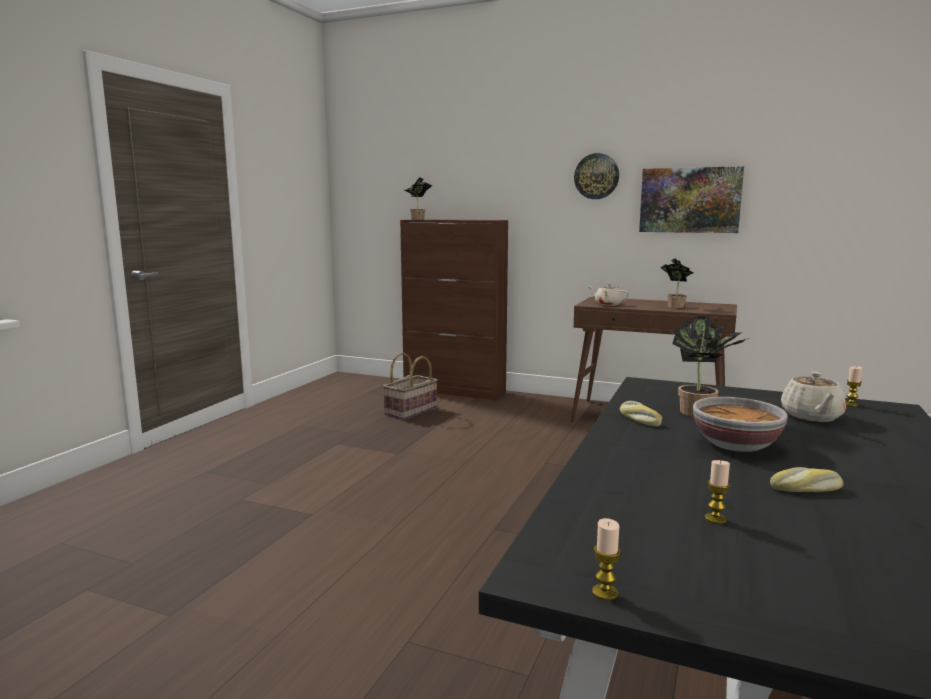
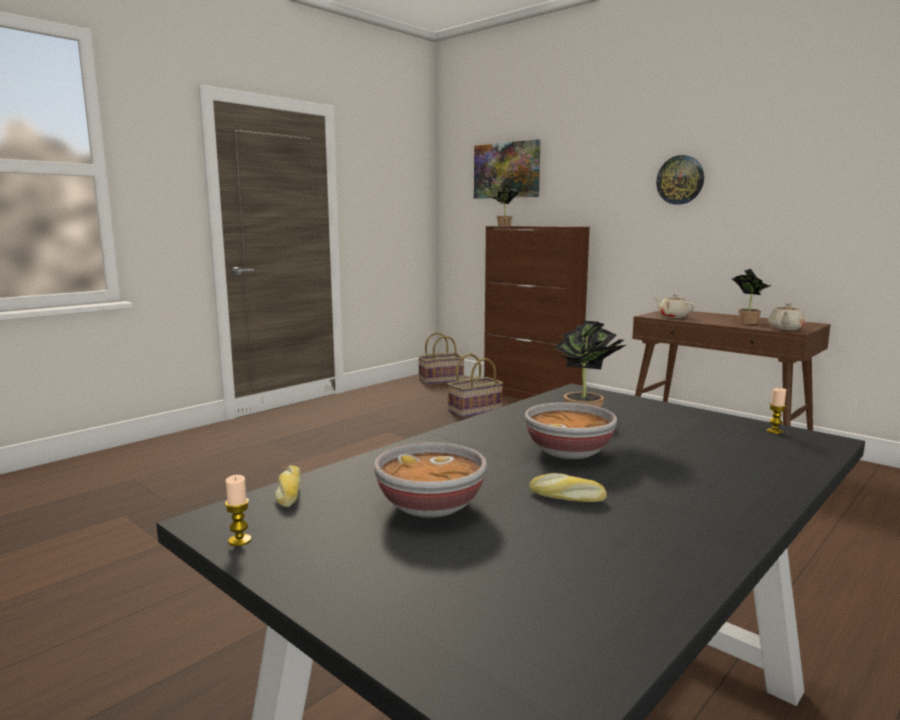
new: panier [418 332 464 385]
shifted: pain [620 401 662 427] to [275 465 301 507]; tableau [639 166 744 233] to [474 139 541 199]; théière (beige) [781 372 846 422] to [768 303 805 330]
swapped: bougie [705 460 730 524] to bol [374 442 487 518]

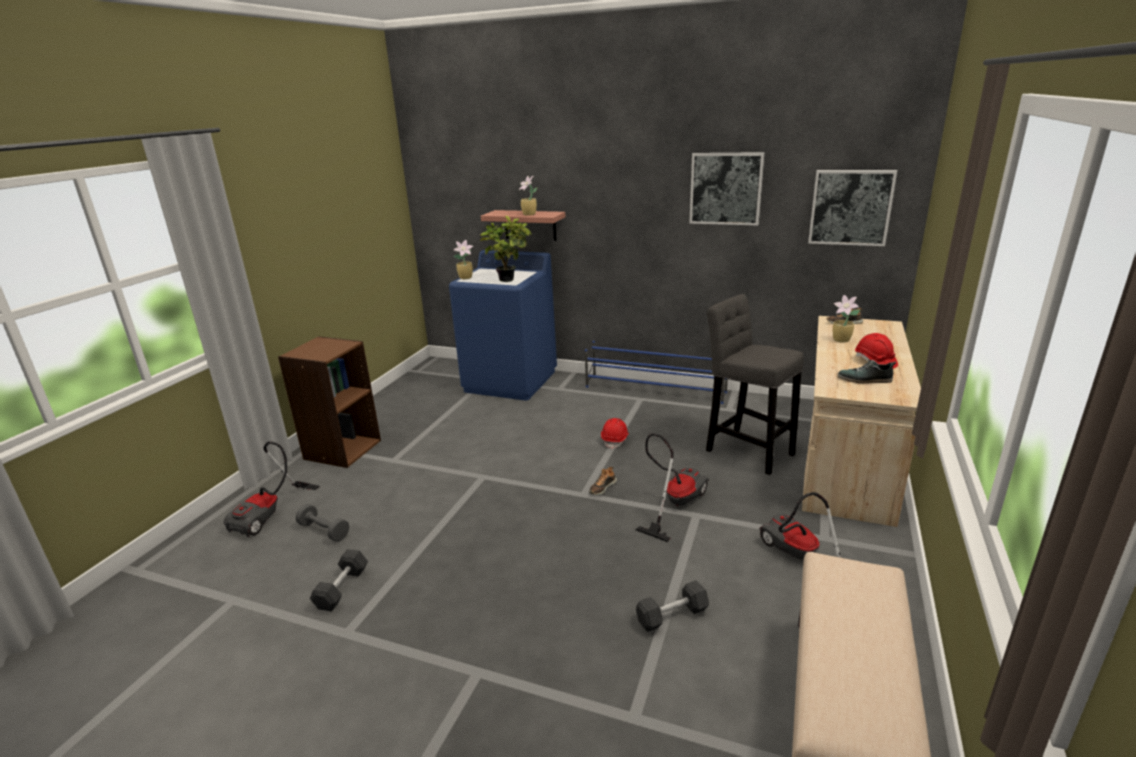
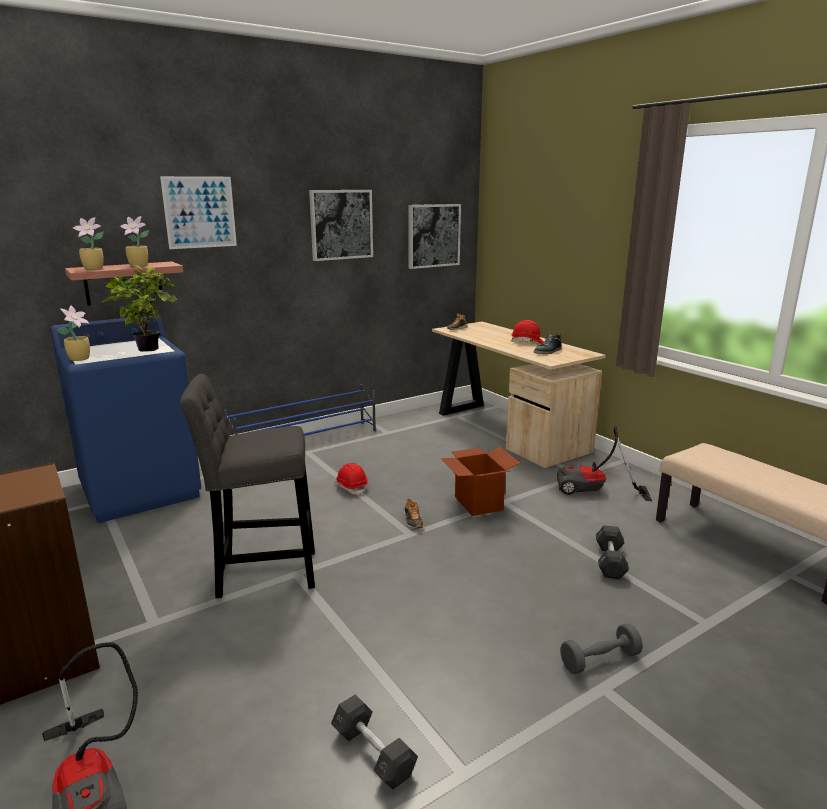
new: tableau [160 176 237 249]
shifted: haltère (gris) [296 504 349 542] to [560 623 642 674]; tabouret (gris) [706 294 804 475] to [180 373 315 598]; plante en pot [833 295 861 343] to [73 217 104 270]
swapped: aspirateur [636 433 709 542] to carton [441 447 520 516]

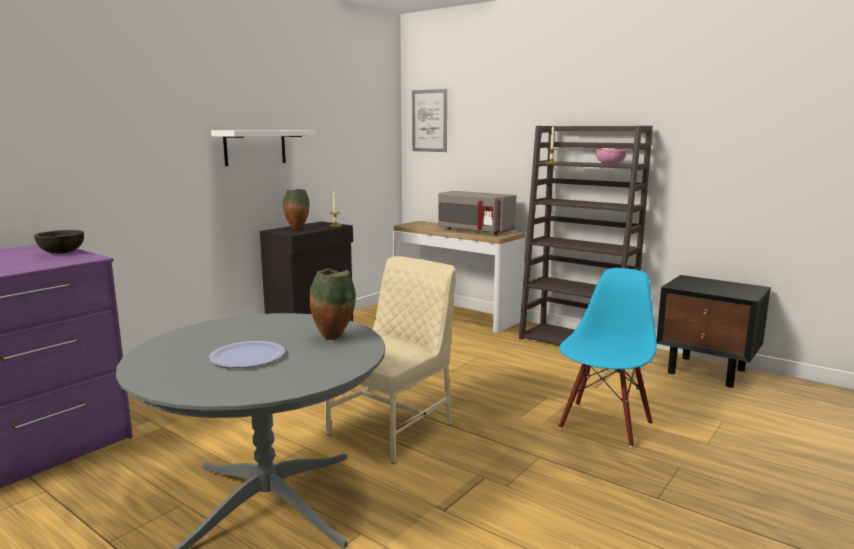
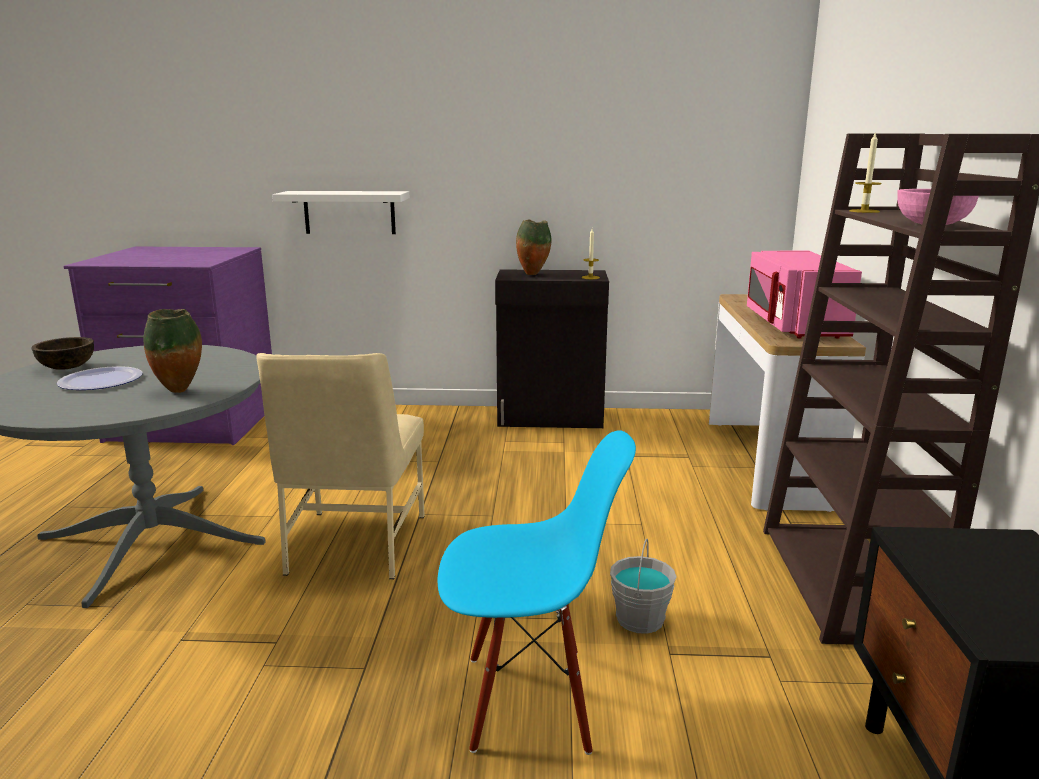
gone: tableau [412 89 447 152]
new: seau (gris) [610 539 677 634]
shifted: bol (marron) [34 230 84 254] to [31 337 94 370]; étagère (blanc) [211 130 316 166] to [272 191 410 234]
repainted: micro-ondes (gris) [438 191 516 235] to micro-ondes (rose) [747 251 862 339]
rotated: chaise (beige) [325 256 456 464] = [257 353 425 579] 90 degrees clockwise

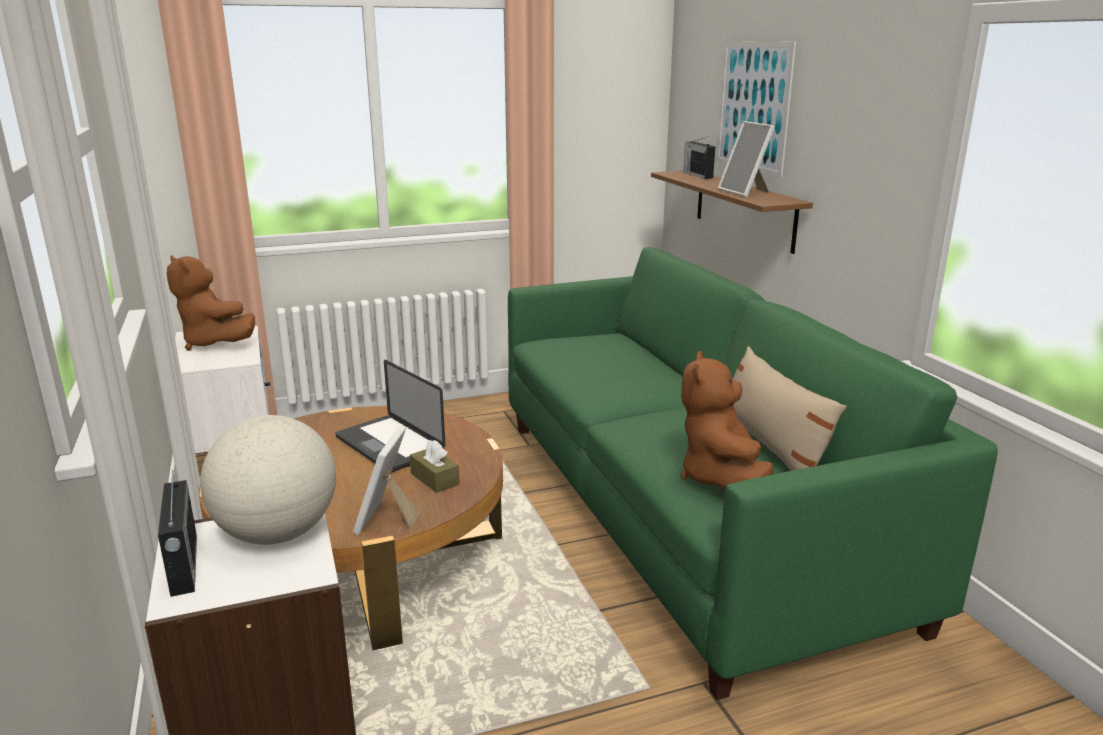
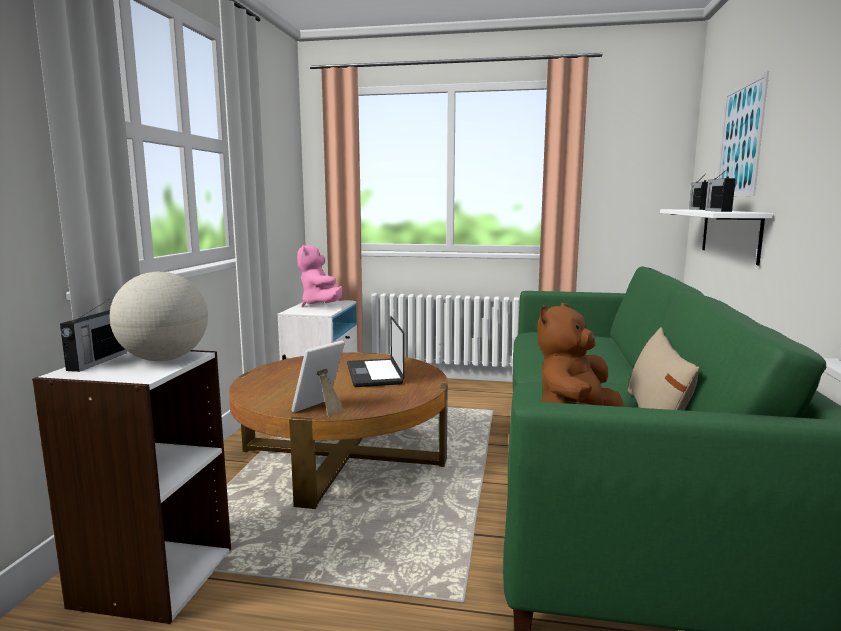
gone: boîte à mouchoirs (marron) [410 440 460 493]
swapped: cadre photo [718 121 775 197] to radio [705 170 736 212]
repainted: peluche (marron) [167 255 255 351] to peluche (rose) [297 245 343 306]; étagère (marron) [651 171 813 254] to étagère (blanc) [660 209 774 265]

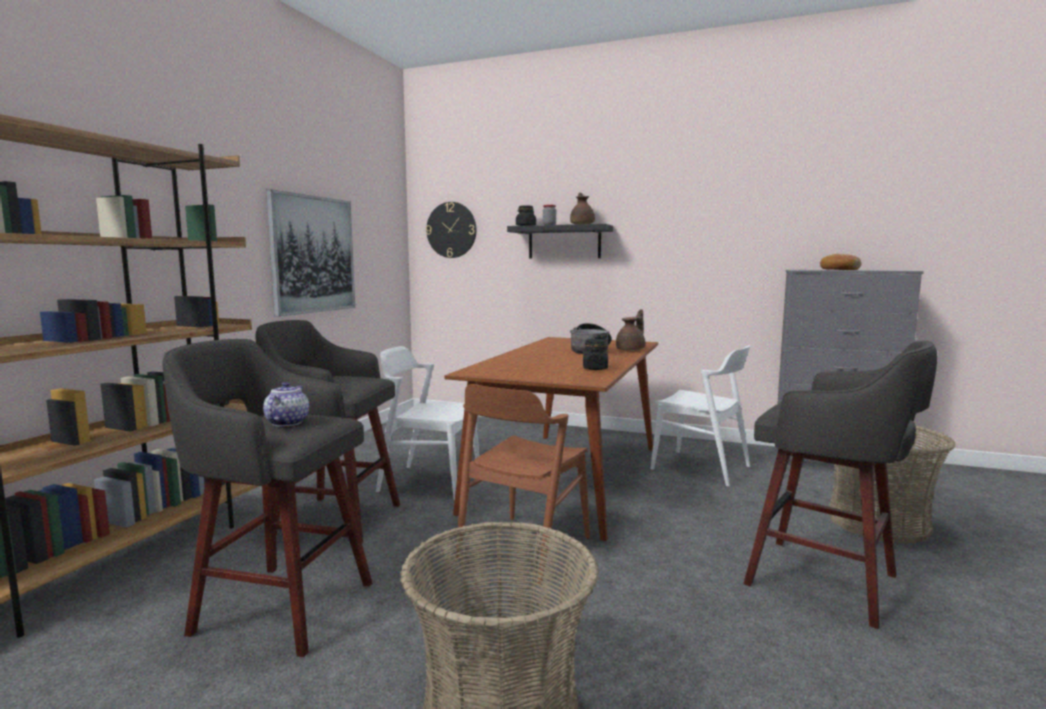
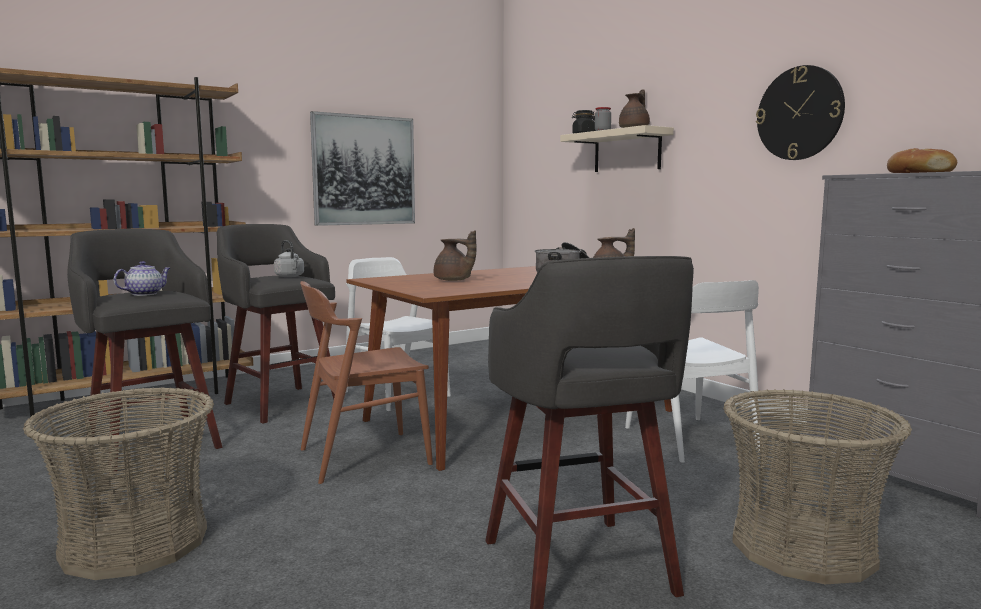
gone: bocal (noir) [583 339 608 370]
new: bouilloire (gris) [274 240 304 277]; théière (marron) [434 230 476 281]
shifted: horloge murale [426 202 477 258] to [756 65 845 160]
repainted: étagère (noir) [507 224 613 258] to étagère (beige) [560 125 674 172]

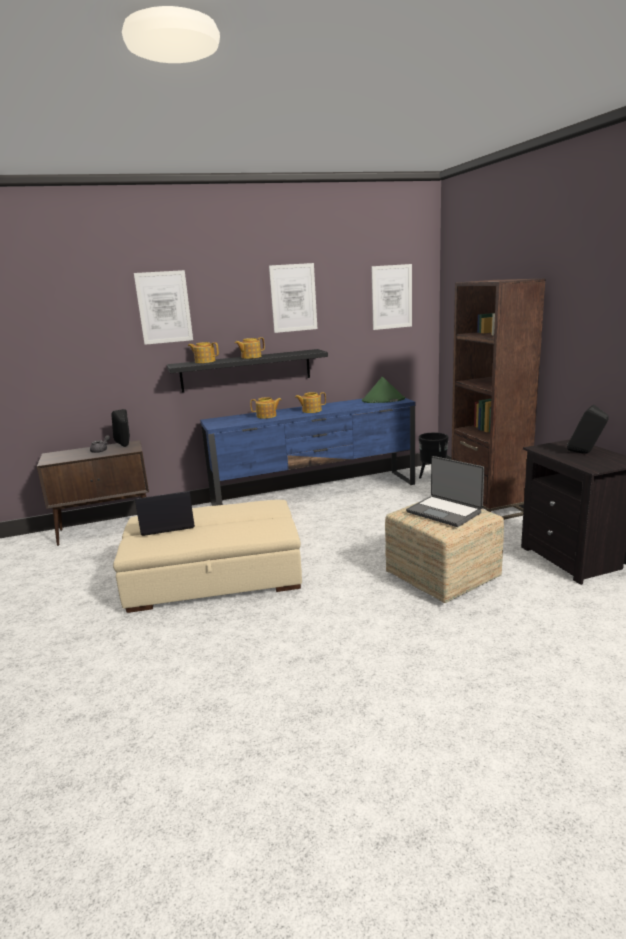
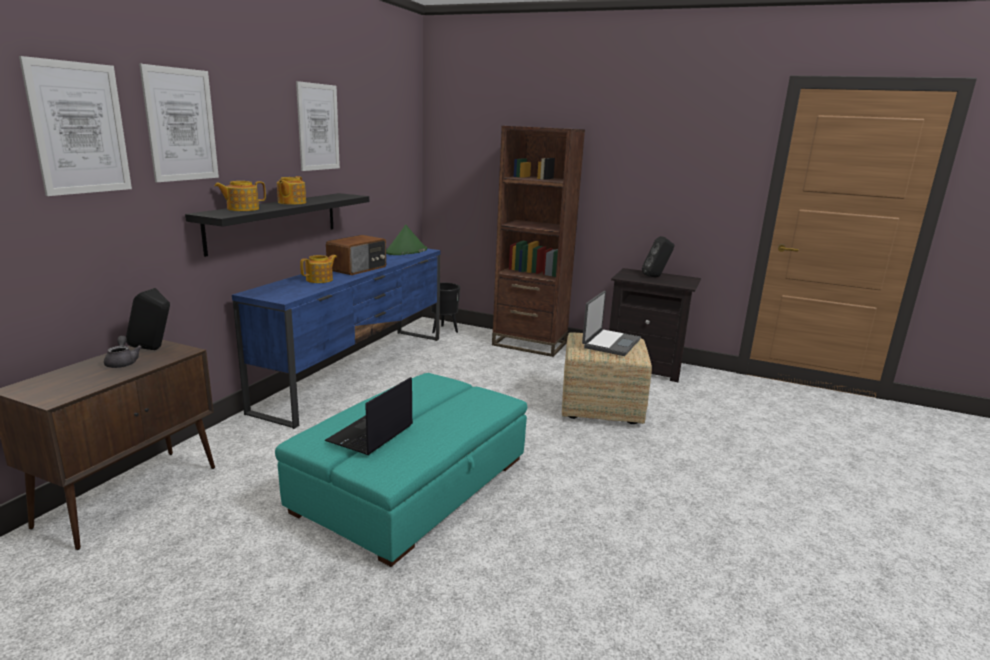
shifted: tableau [371 264 412 330] to [19 56 132 196]
swapped: théière [295 392 326 413] to radio [326 235 386 275]
repainted: pouf (beige) [113 500 302 613] to pouf (turquoise) [275 373 527 567]
rotated: ordinateur portable [406 456 484 527] = [582 291 641 356] 60 degrees counterclockwise

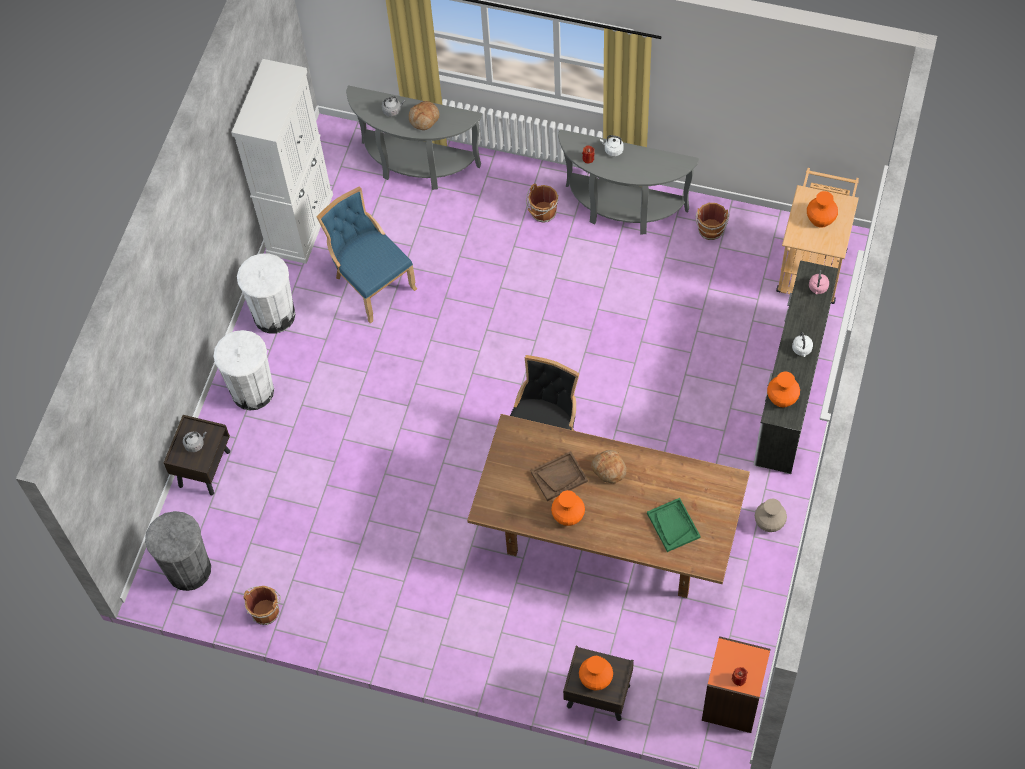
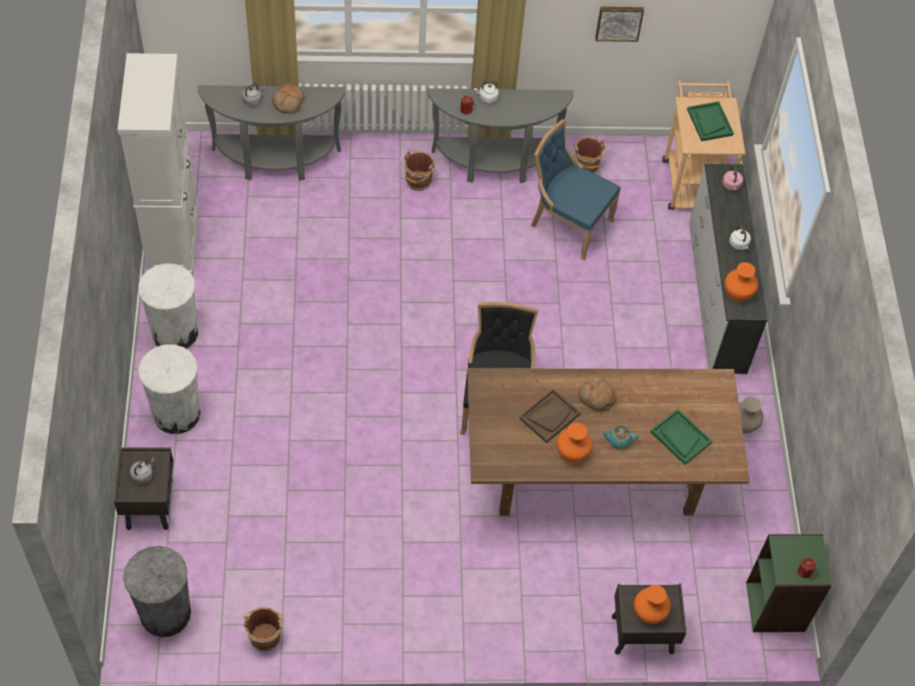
new: tableau [595 7 644 42]; théière (turquoise) [601 426 639 449]
shifted: chaise (bleu) [317 186 417 323] to [531 119 620 261]
swapped: vase (orange) [807 191 838 228] to plateau (vert) [687 101 734 141]
repainted: bibliothèque (orange) [702 636 771 733] to bibliothèque (vert) [746 534 832 632]

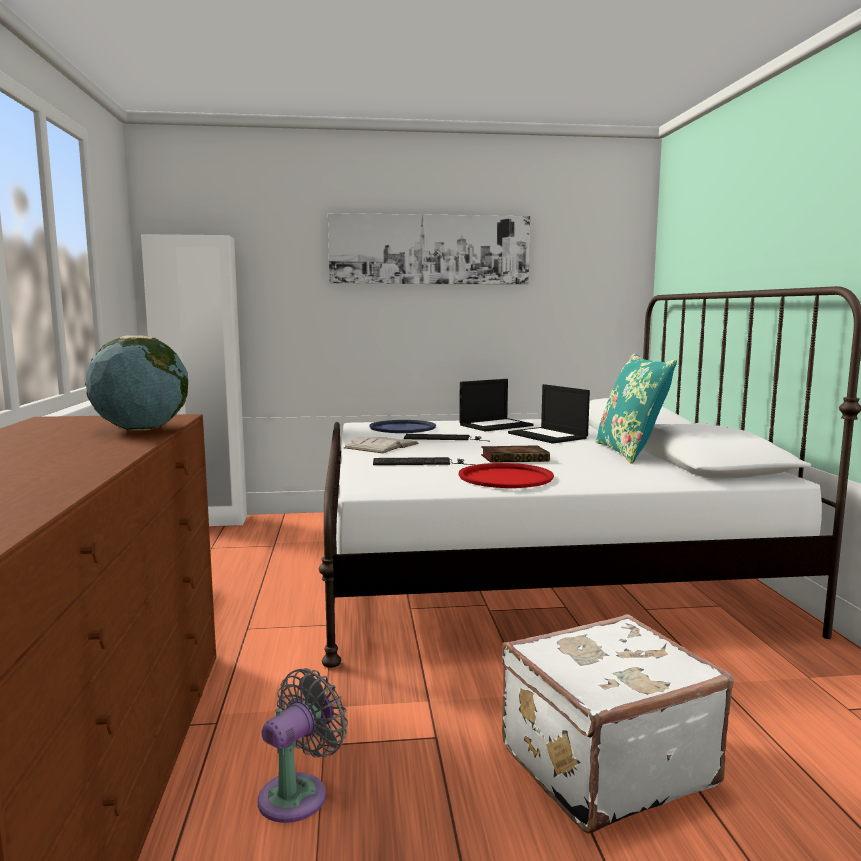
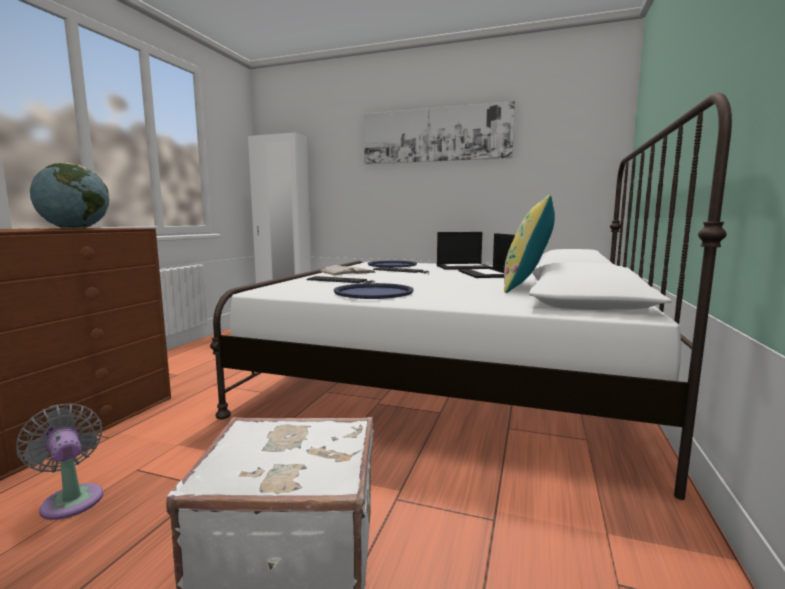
gone: livre [481 445 550 463]
repainted: plateau (rouge) [459 463 554 488] to plateau (bleu) [334 283 413 299]; coussin (turquoise) [596 353 677 464] to coussin (jaune) [504 195 555 293]
rotated: ventilateur (gris) [258 668 348 823] = [16 403 103 520] 105 degrees counterclockwise

